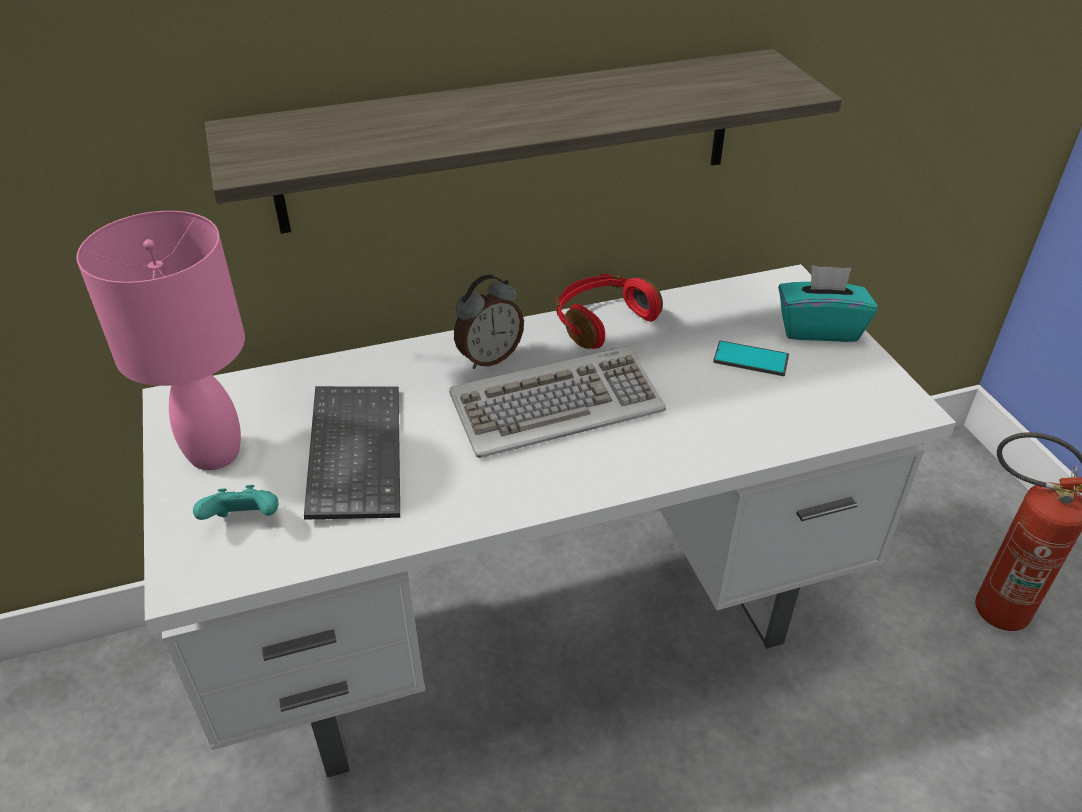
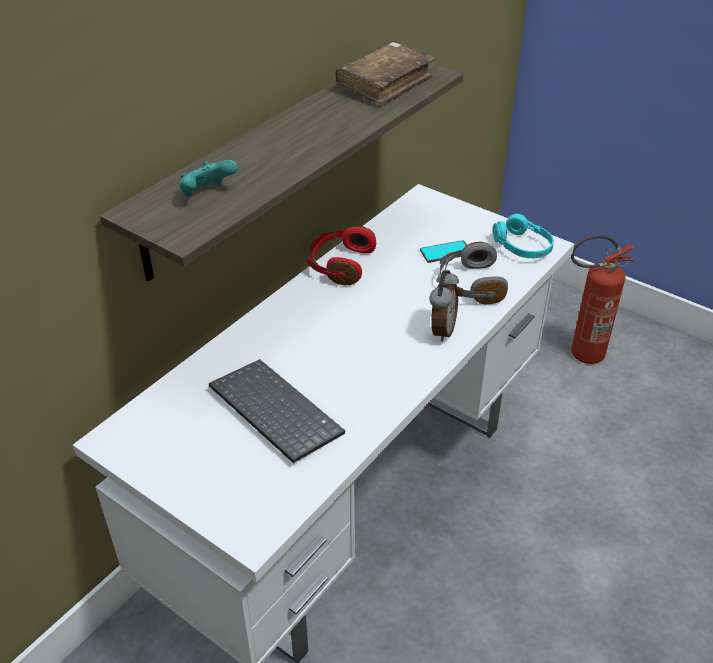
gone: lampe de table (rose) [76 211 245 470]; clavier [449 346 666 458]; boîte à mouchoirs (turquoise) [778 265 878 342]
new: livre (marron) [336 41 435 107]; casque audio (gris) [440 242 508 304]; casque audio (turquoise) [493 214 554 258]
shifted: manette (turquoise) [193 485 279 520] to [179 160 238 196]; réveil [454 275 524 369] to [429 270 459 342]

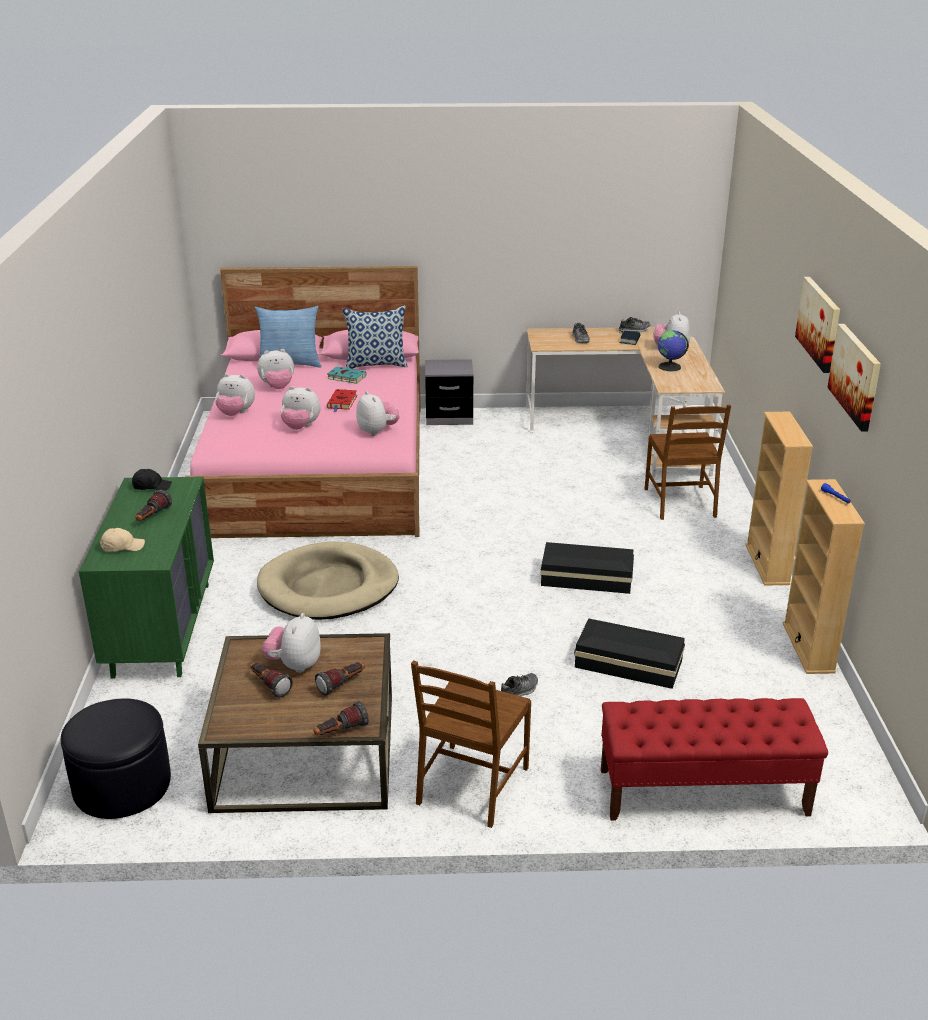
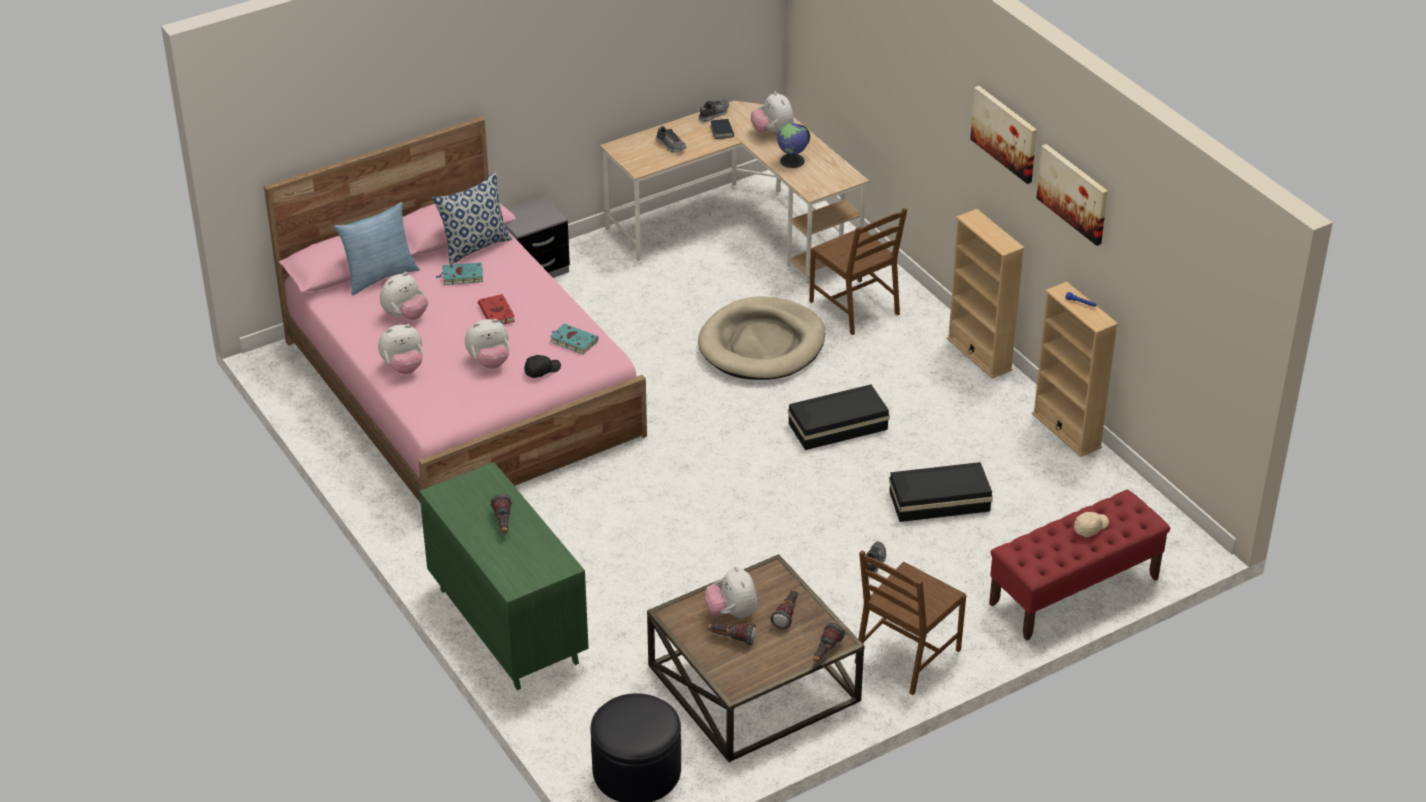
shifted: casquette (beige) [100 528 145 552] to [1074 512 1109 537]; casquette (noir) [132 469 172 491] to [524 355 561 378]; panier pour chien (beige) [257 542 399 620] to [698 296 825 380]
swapped: peluche [356 391 399 436] to livre (turquoise) [550 323 598 355]
rotated: chaise (marron) [411 661 531 828] = [855 551 966 695] 45 degrees clockwise

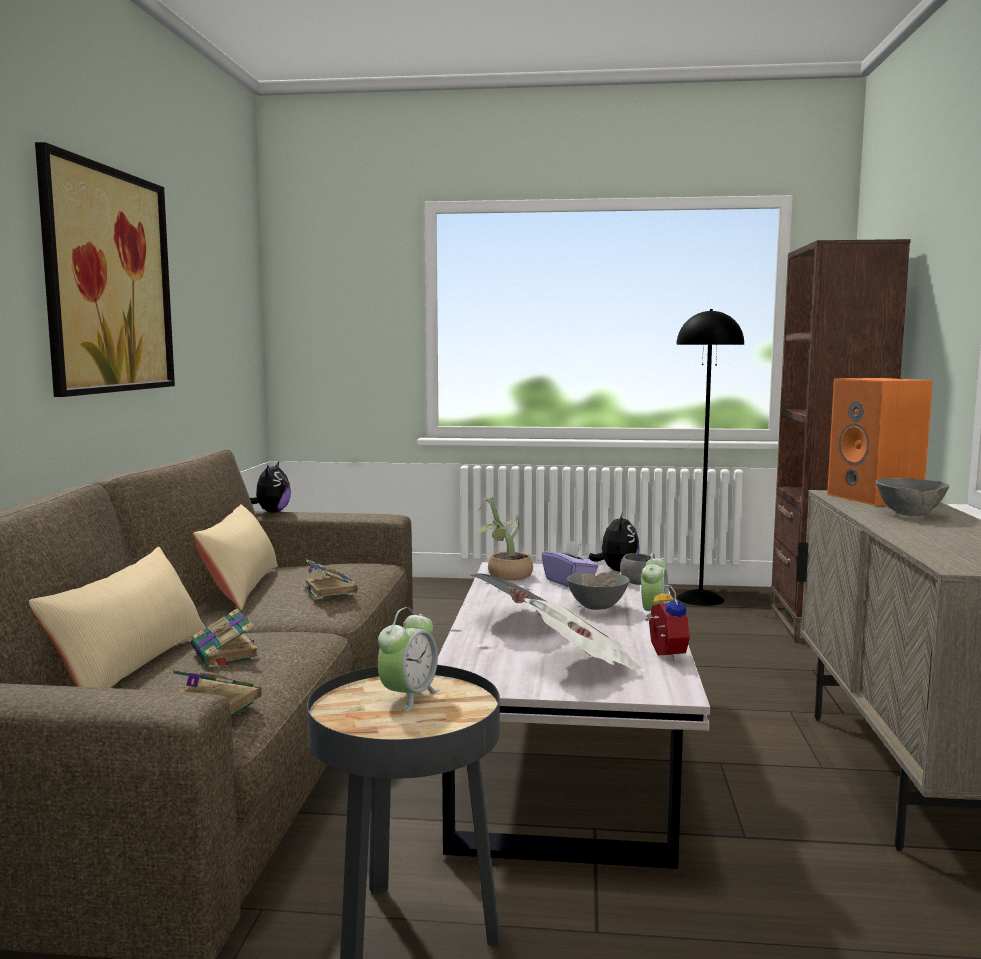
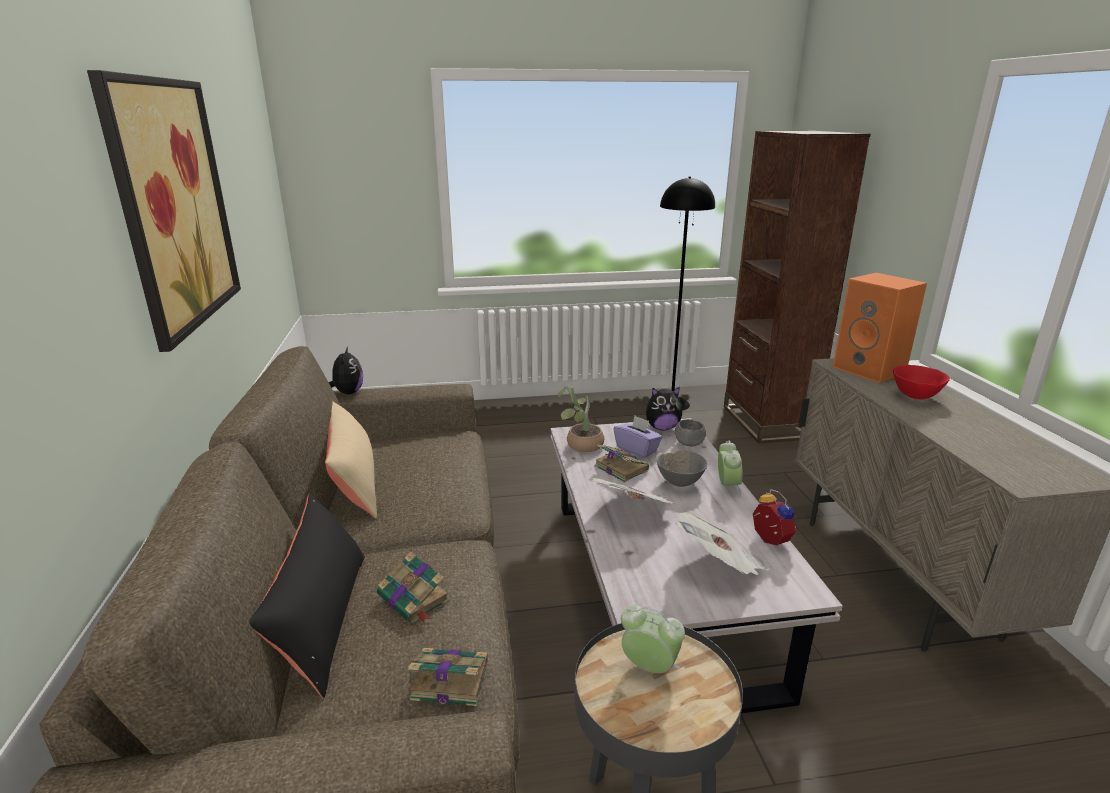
shifted: livre [303 560 358 599] to [594 444 649 482]
repainted: coussin (beige) [29 547 206 688] to coussin (noir) [249 493 365 698]; bol (gris) [876 478 949 516] to bol (rouge) [893 365 950 400]
rotated: réveil [378 607 439 712] = [621 605 685 673] 75 degrees counterclockwise; peluche [589 512 640 571] = [646 387 682 431] 90 degrees clockwise

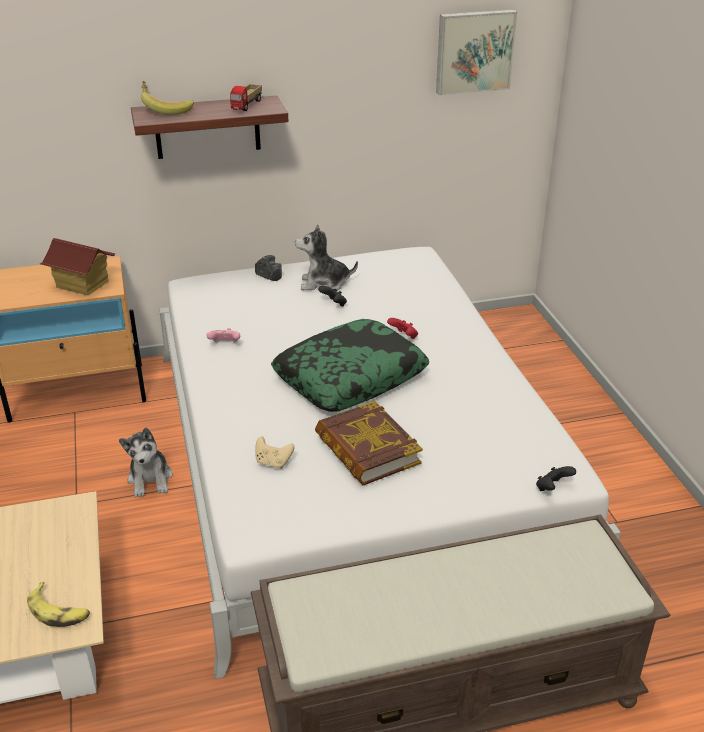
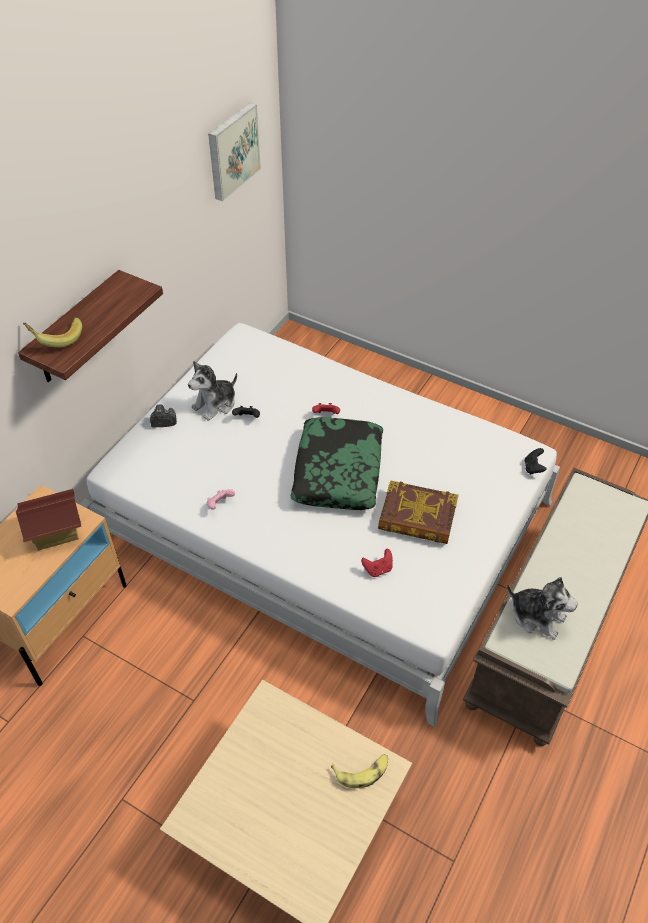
gone: camion jouet [230 84 262 111]
shifted: peluche [119 427 173 498] to [507 577 578 640]
repainted: manette (beige) [255 436 294 469] to manette (rouge) [361 549 393 577]

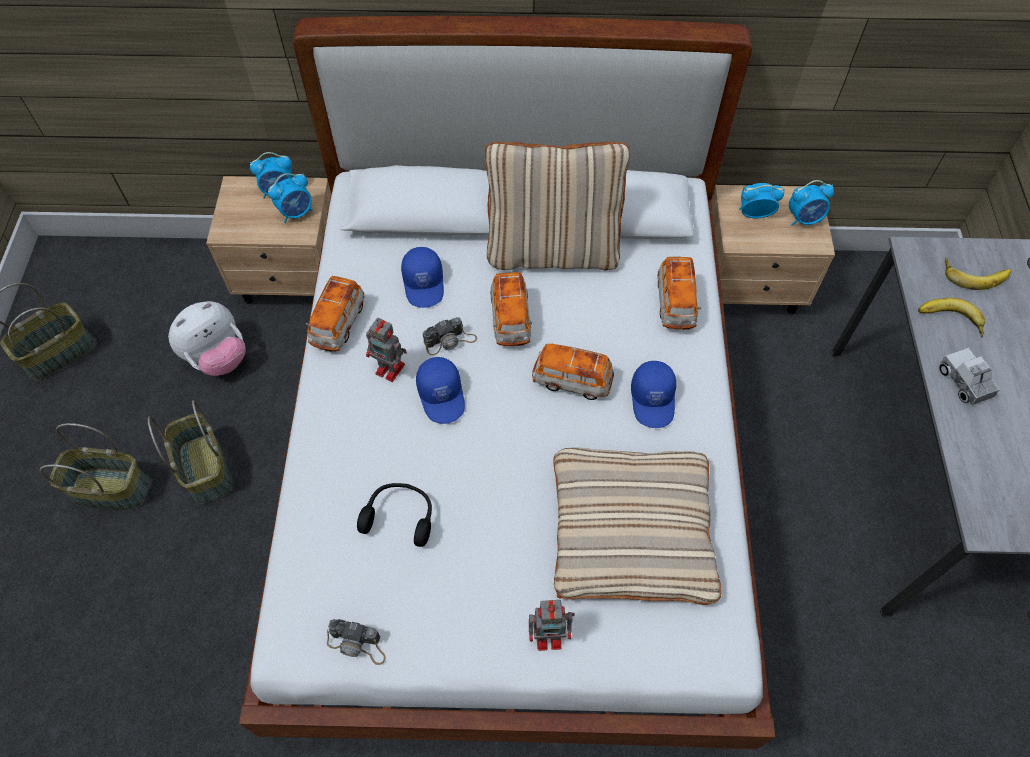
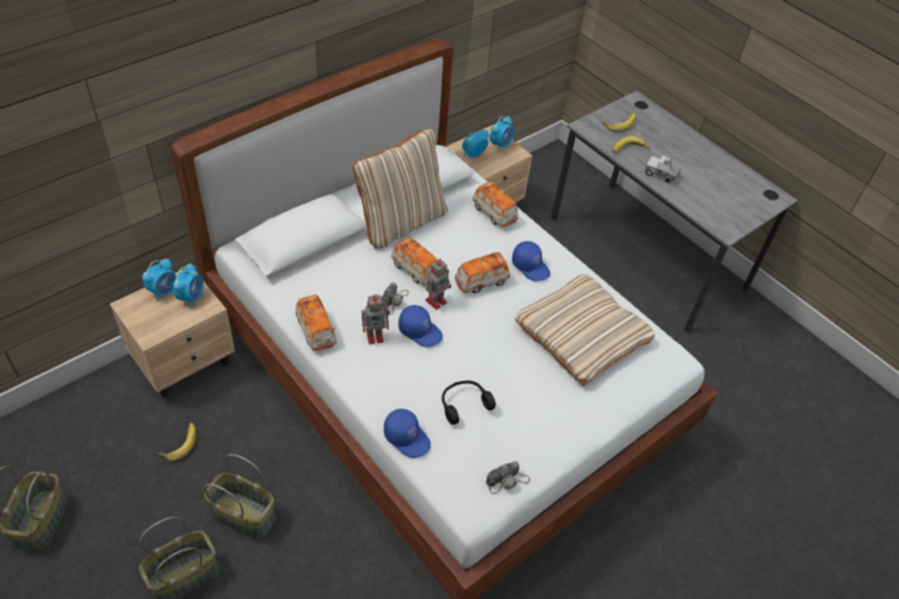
shifted: casquette (bleu) [401 247 444 308] to [384 409 431 458]; robot jouet [529 600 575 651] to [425 259 451 310]
swapped: peluche [168 301 246 376] to banane [158 422 196 461]

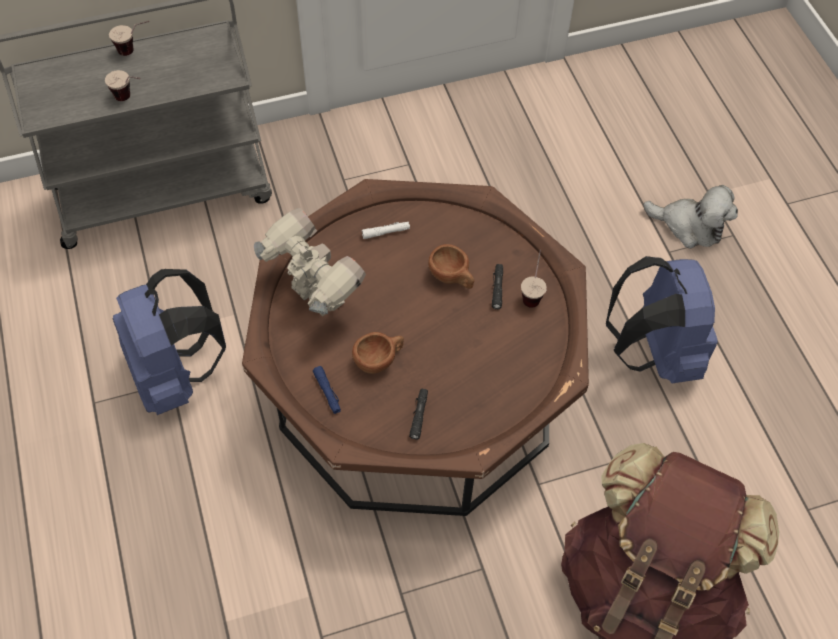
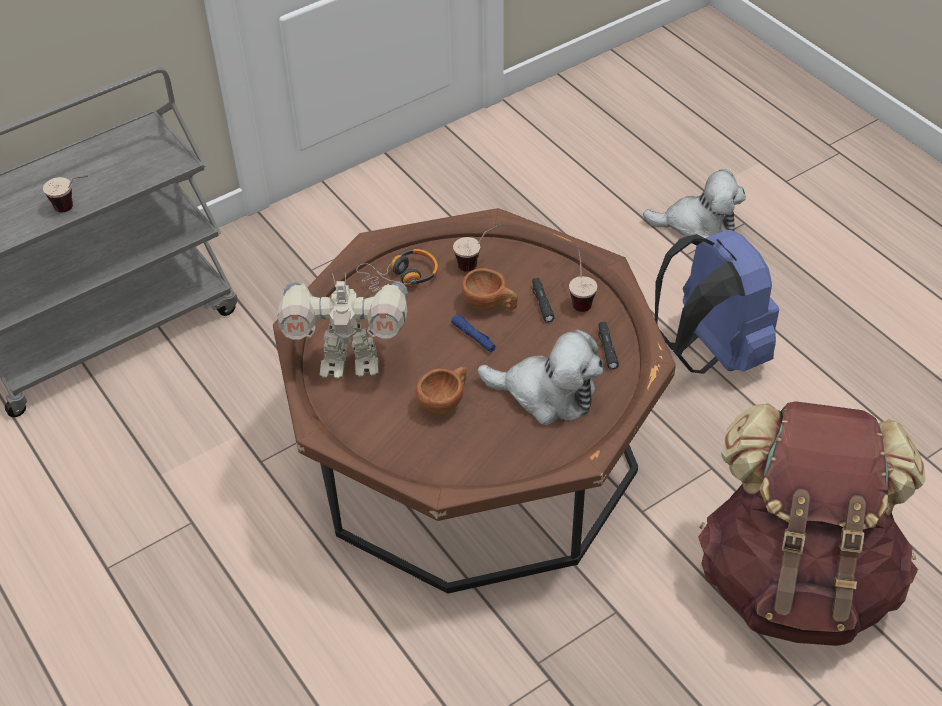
gone: sac à dos (bleu) [113 269 226 415]
new: peluche [478 329 603 425]
shifted: tasse [109 21 149 56] to [453 224 501 272]; lampe de poche (bleu) [313 366 341 414] to [451 314 496 352]; lampe de poche (noir) [409 388 428 440] to [598 322 619 370]
swapped: lampe de poche (blanc) [362 222 410 239] to casque audio [356 249 438 292]
rotated: robot jouet [254 208 366 316] = [278 273 408 378] 150 degrees clockwise

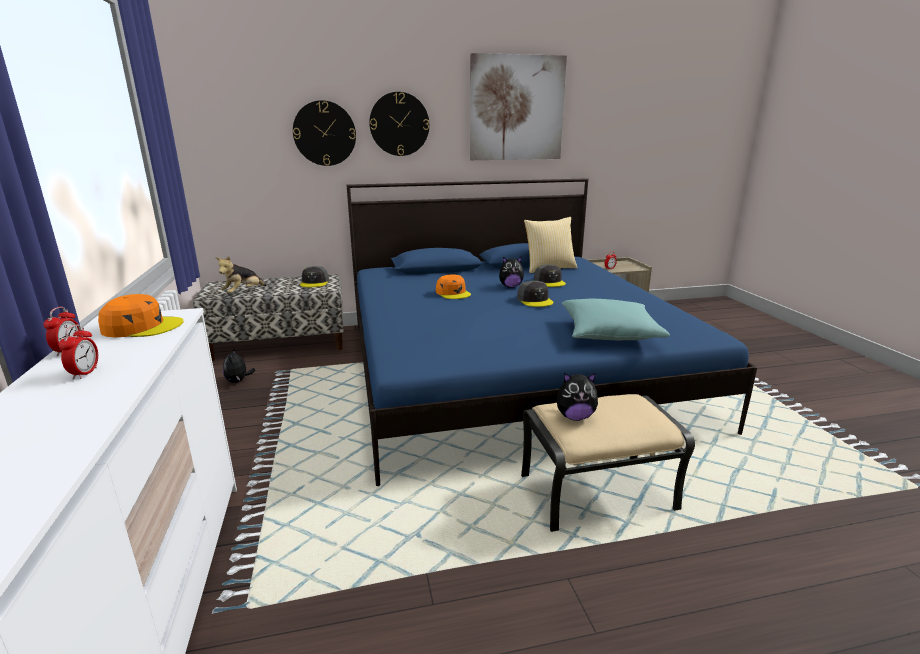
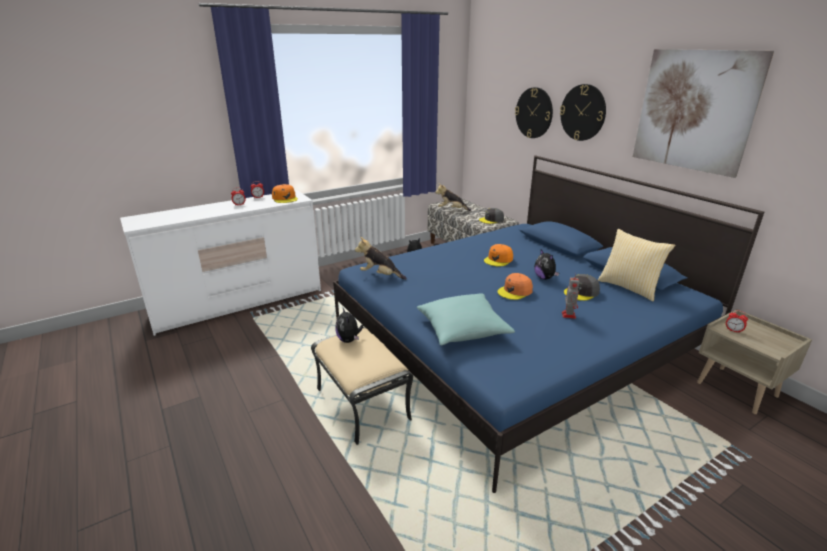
new: peluche [355 237 407 280]; robot jouet [562 274 579 319]
repainted: casquette (gris) [517 281 553 307] to casquette (orange) [498 273 533 300]

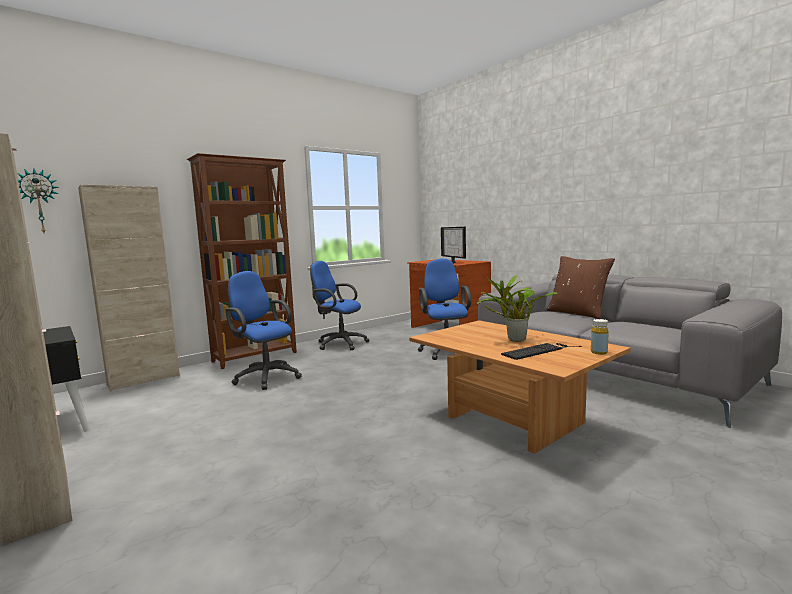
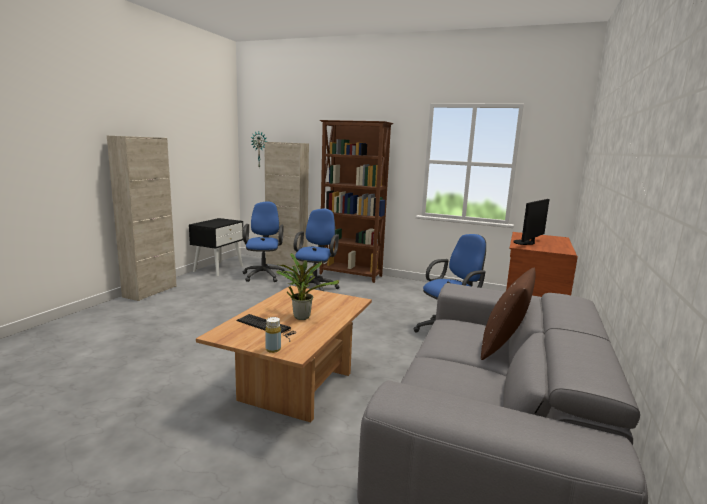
shifted: chaise de bureau (bleu) [310 261 369 350] to [243 201 285 282]

